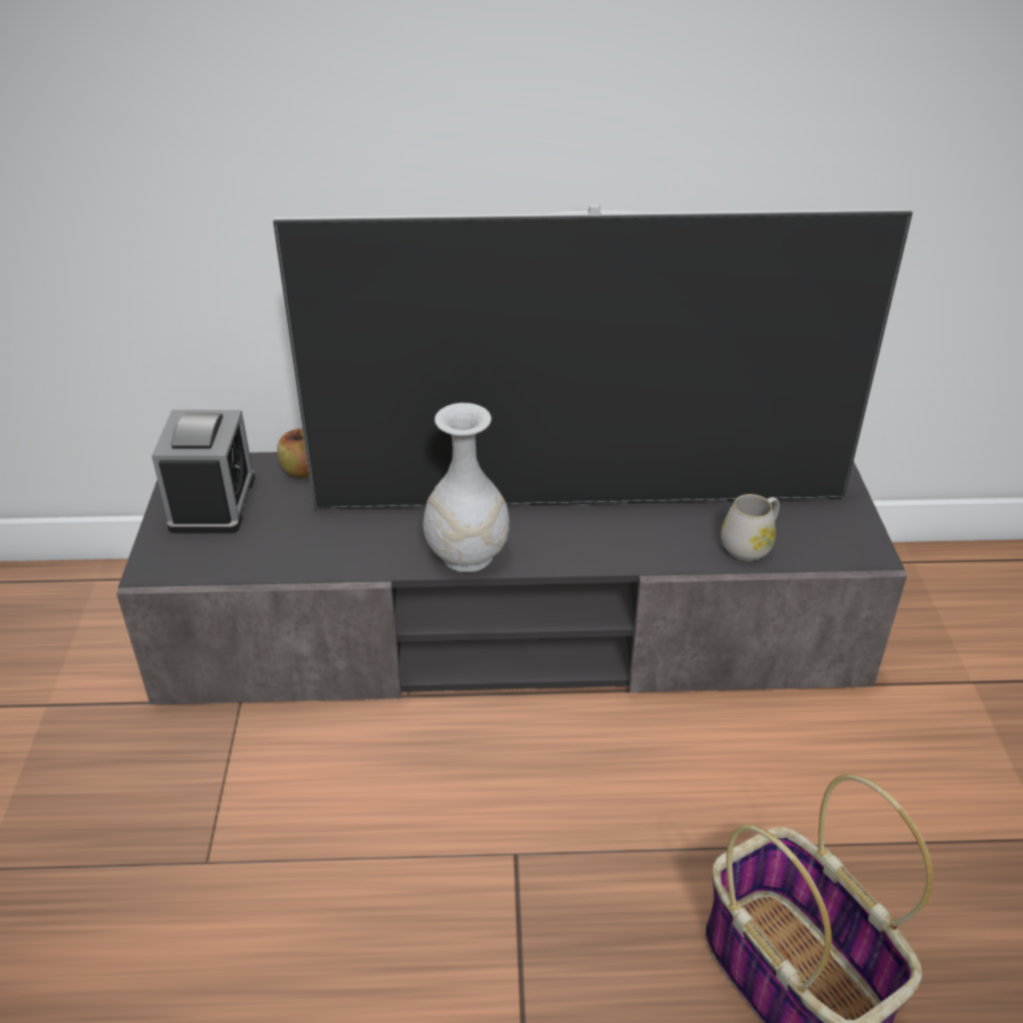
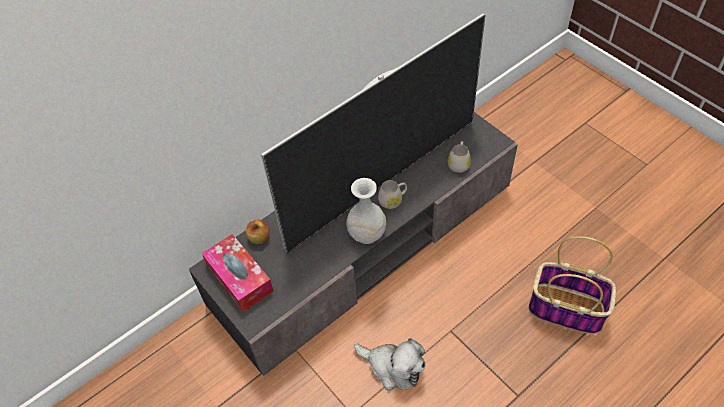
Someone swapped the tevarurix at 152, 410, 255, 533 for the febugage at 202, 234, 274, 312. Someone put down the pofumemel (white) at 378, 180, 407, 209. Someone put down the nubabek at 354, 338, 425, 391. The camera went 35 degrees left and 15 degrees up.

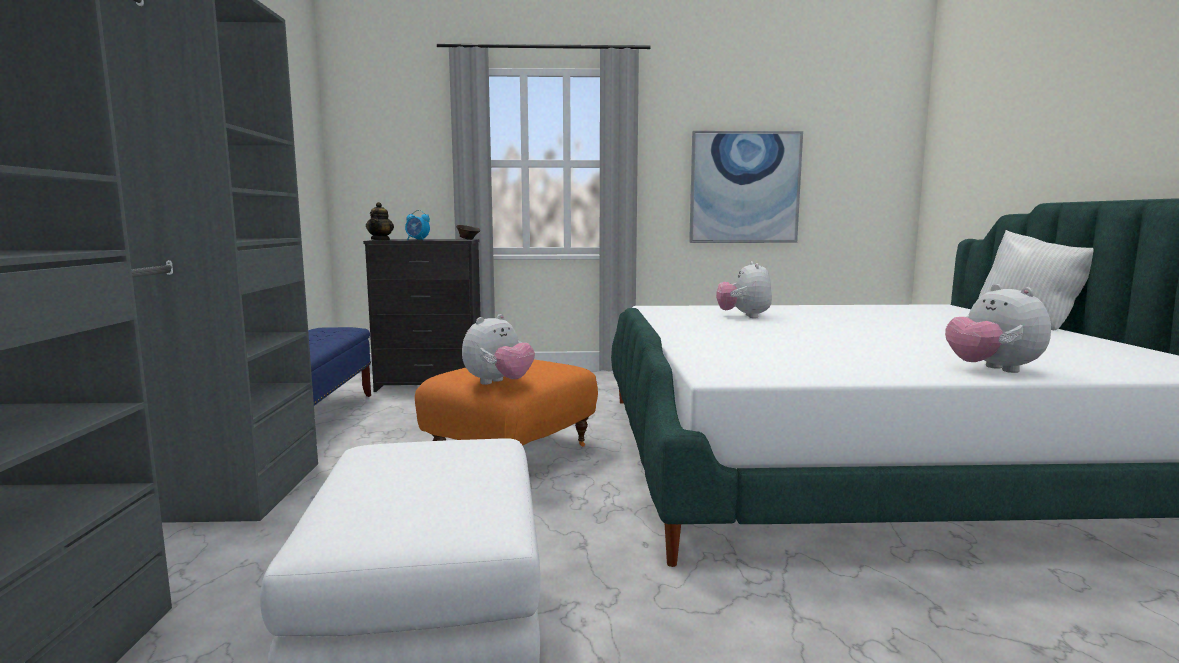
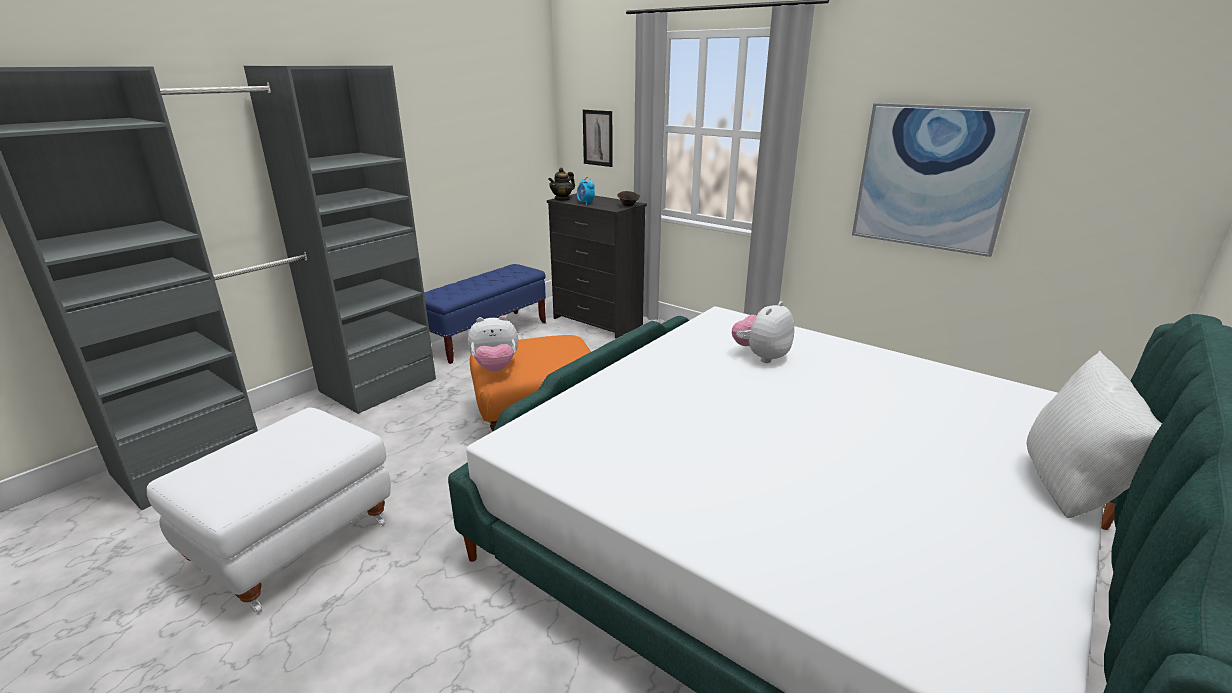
Someone took away the nubabek at 945, 284, 1051, 373. Someone put up the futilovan at 583, 110, 612, 167. The camera went 40 degrees right and 15 degrees up.

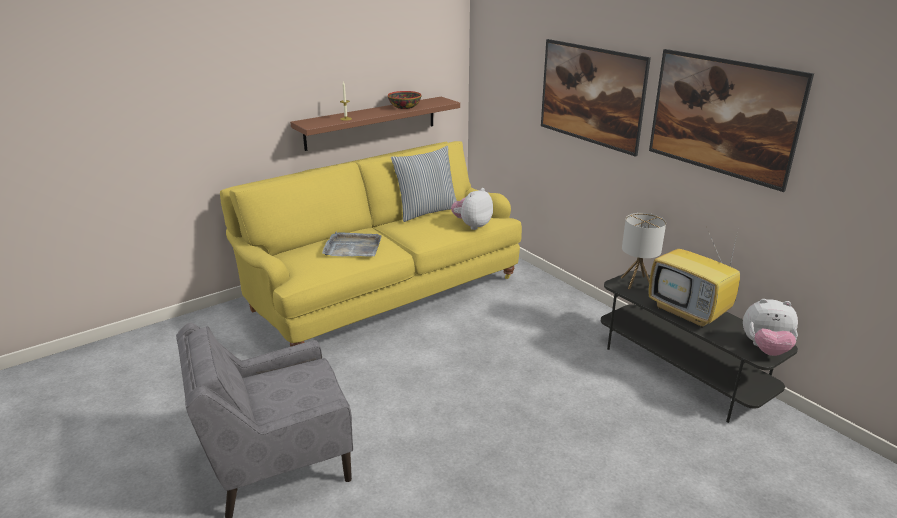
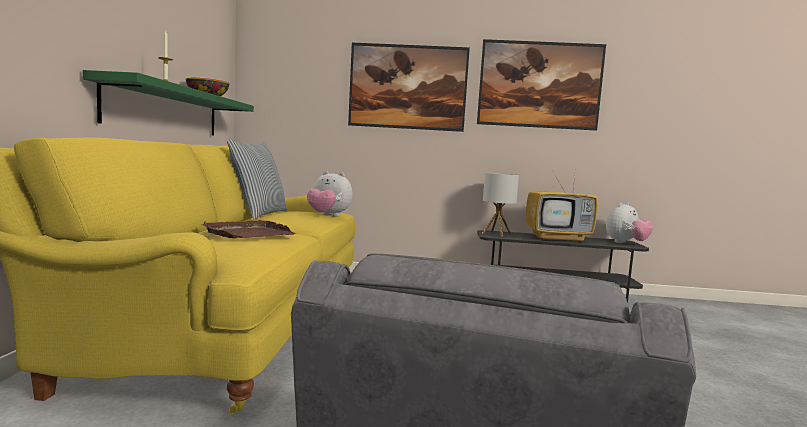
Someone repainted the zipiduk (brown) at 290, 97, 460, 151, which became the zipiduk (green) at 83, 70, 254, 135. Someone rotated the nubabek at 451, 188, 493, 230 by 60 degrees counterclockwise. Someone repainted the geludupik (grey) at 322, 232, 381, 257, which became the geludupik (brown) at 202, 220, 297, 238. The camera went 50 degrees left and 20 degrees down.

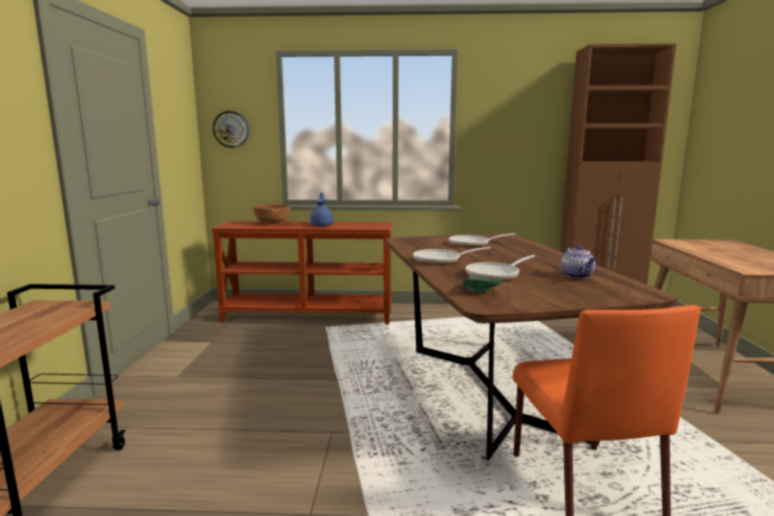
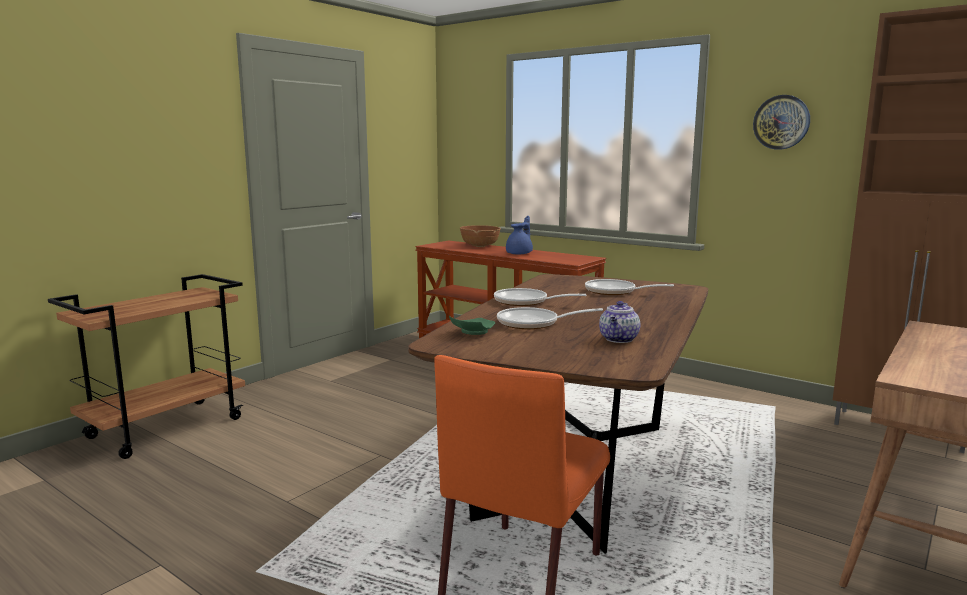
Someone carried the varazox from 213, 111, 249, 148 to 753, 95, 810, 149. The camera went 35 degrees right and 0 degrees up.

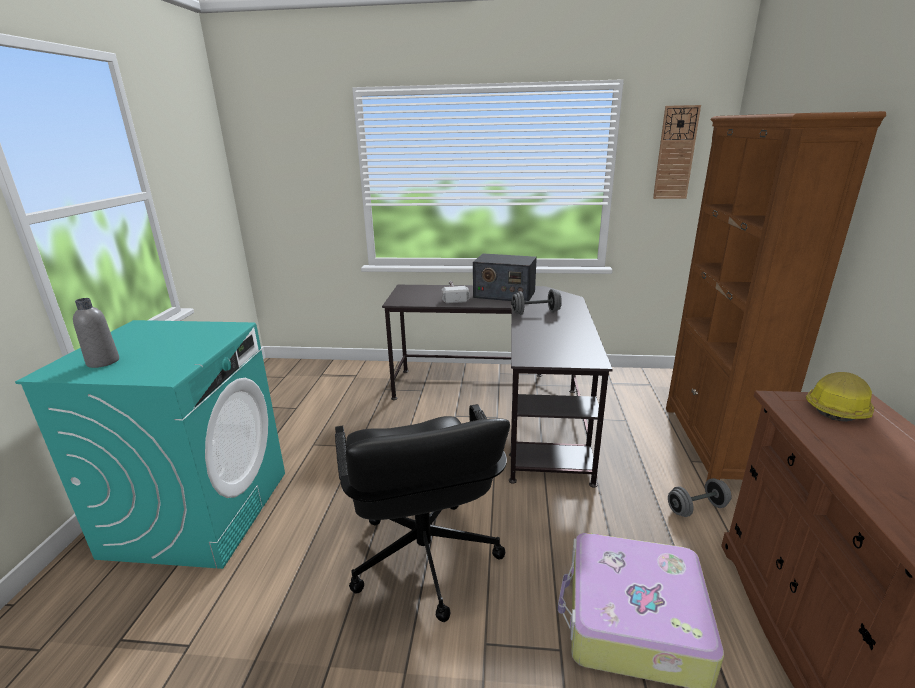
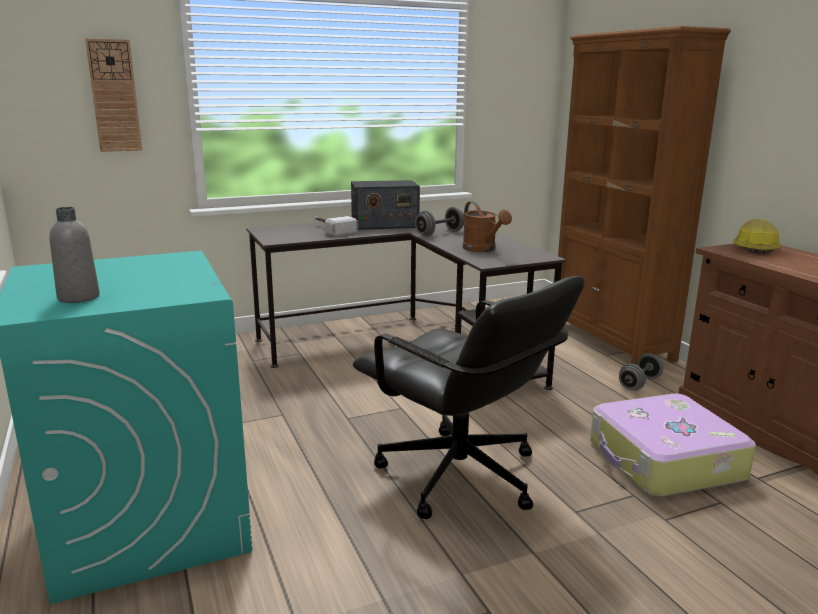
Someone carried the varazox from 653, 105, 701, 199 to 85, 38, 142, 152. Someone put down the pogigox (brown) at 463, 201, 512, 252. The camera went 30 degrees left and 5 degrees down.

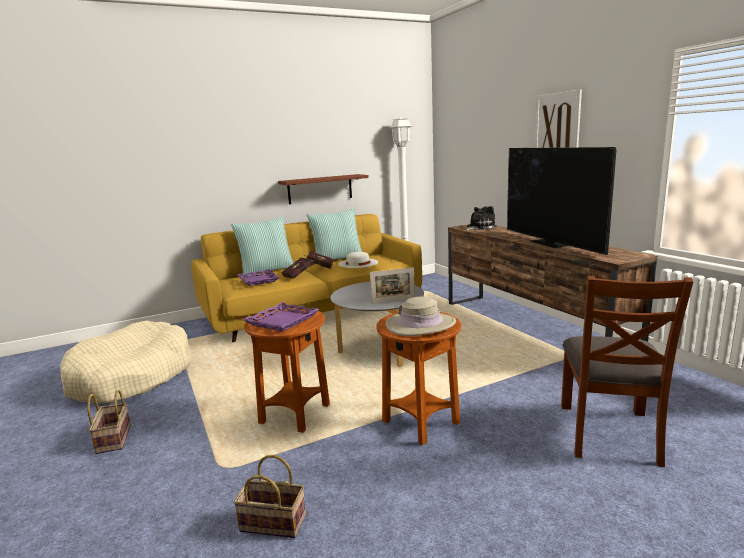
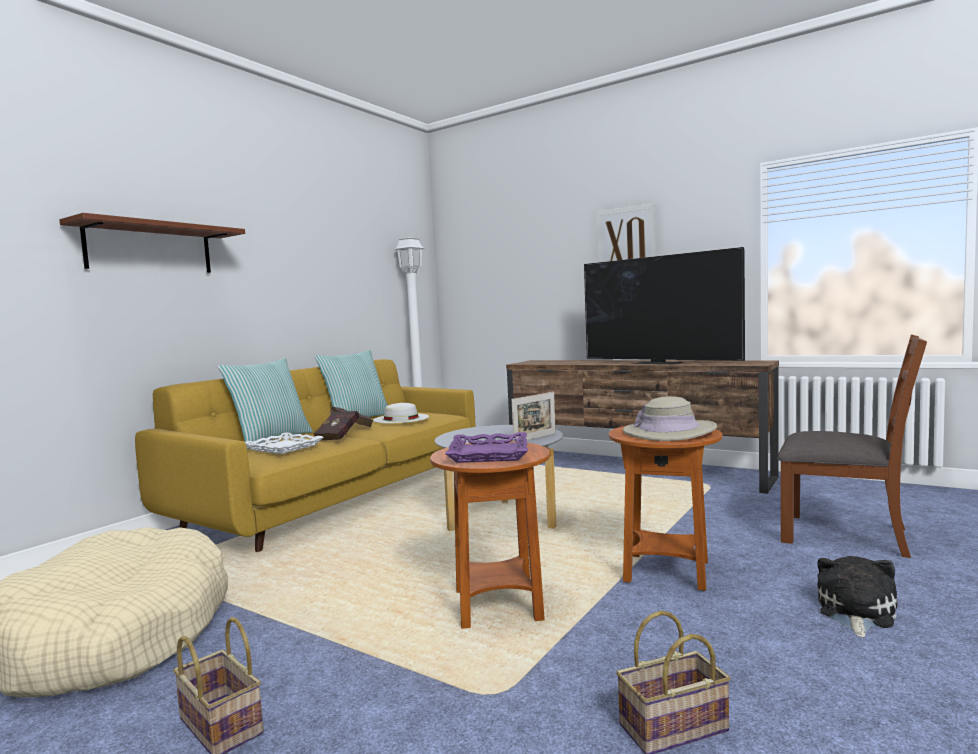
Someone carried the zipiduk (brown) from 278, 174, 369, 204 to 59, 213, 245, 273. Someone carried the nubabek from 466, 206, 497, 230 to 817, 556, 897, 638. Someone repainted the geludupik (purple) at 237, 269, 279, 286, which became the geludupik (white) at 245, 432, 324, 454. Someone rotated the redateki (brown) at 561, 276, 693, 467 by 45 degrees counterclockwise. The camera went 30 degrees left and 10 degrees down.

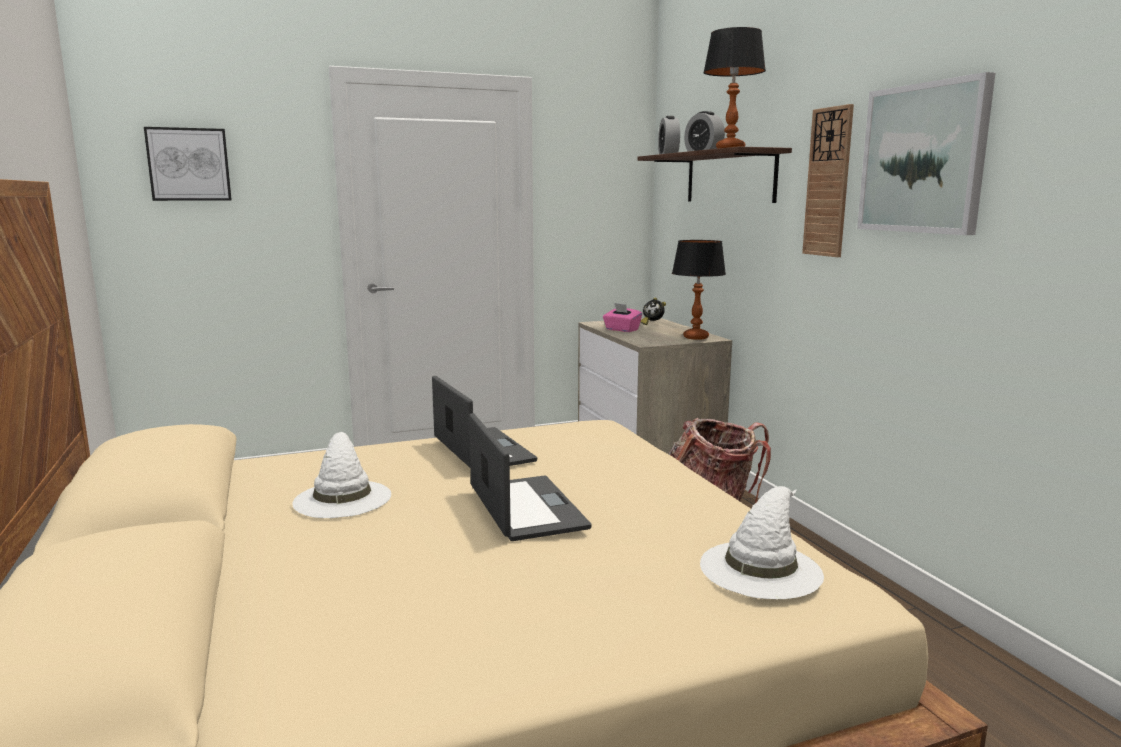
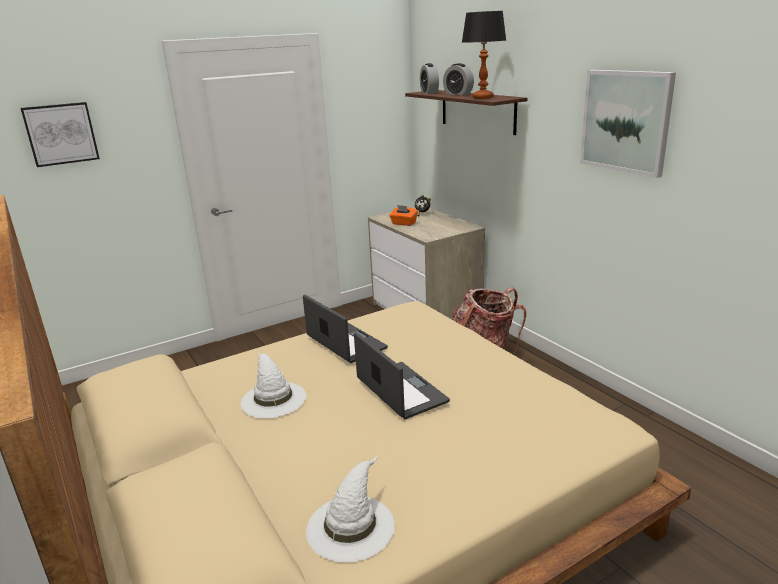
Someone took away the varazox at 802, 104, 854, 257. Someone took away the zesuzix at 672, 240, 726, 340. Someone repainted the febugage (pink) at 603, 303, 642, 332, which became the febugage (orange) at 389, 205, 418, 226. Someone carried the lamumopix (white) from 700, 486, 824, 599 to 306, 455, 395, 563. The camera went 10 degrees left and 10 degrees up.

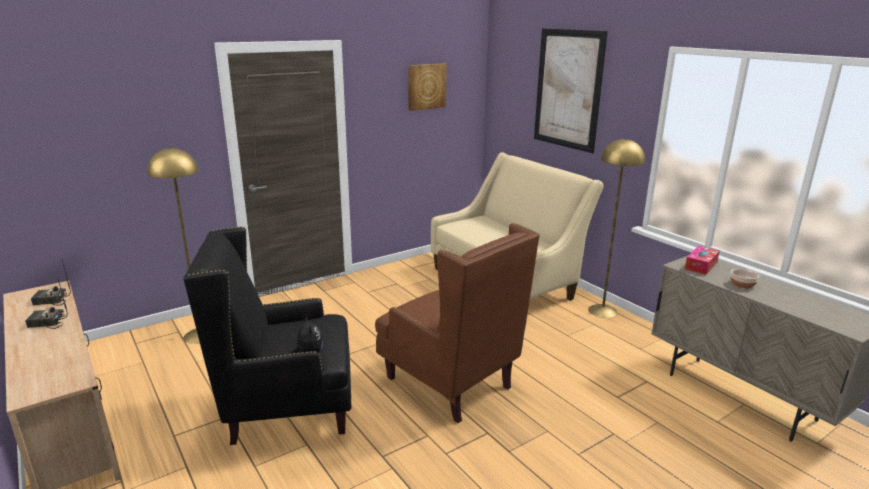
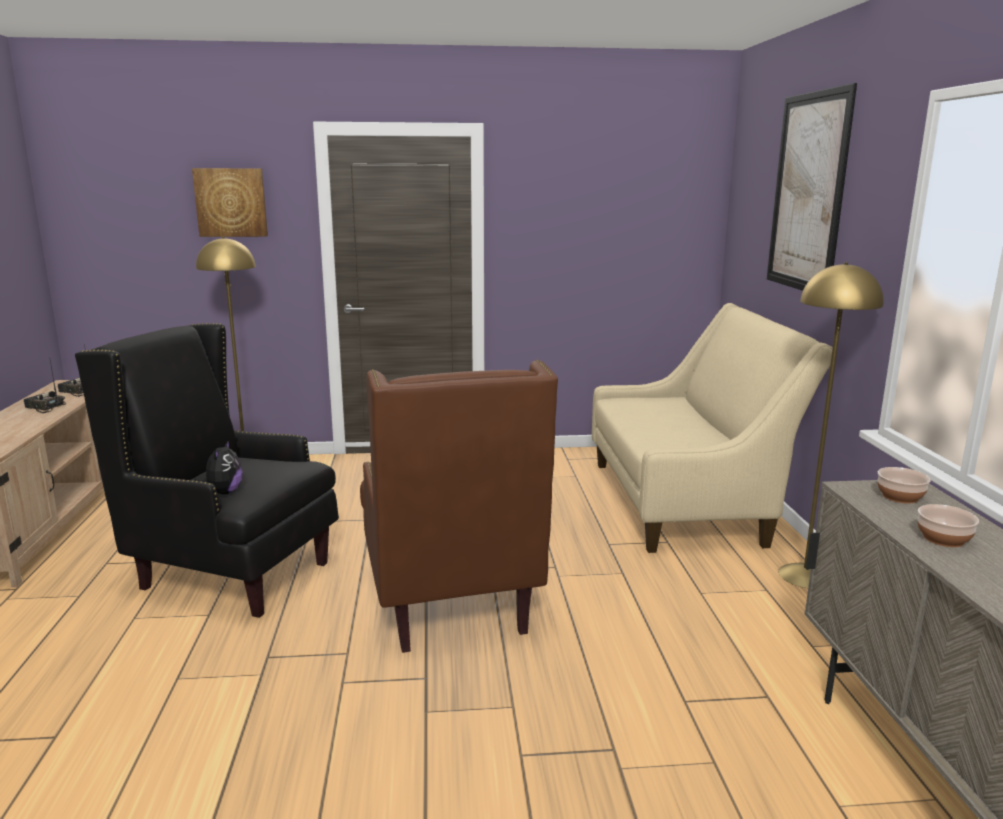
Someone carried the futilovan from 408, 63, 447, 111 to 192, 168, 268, 237. Someone swapped the febugage at 685, 246, 720, 275 for the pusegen at 877, 467, 931, 504. The camera went 30 degrees right and 5 degrees down.

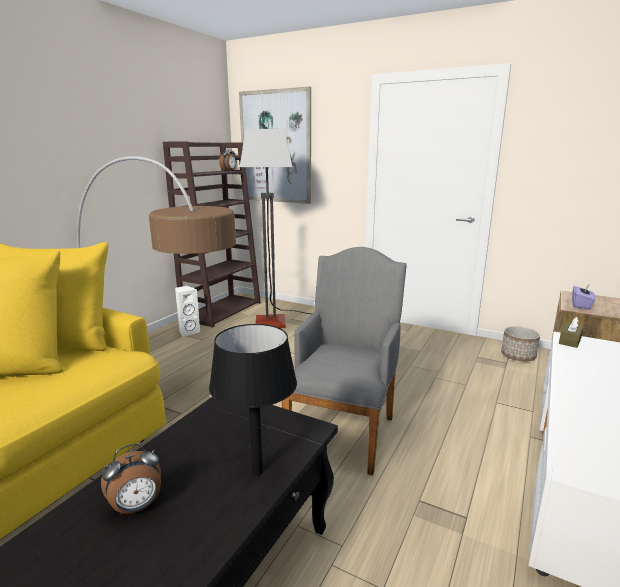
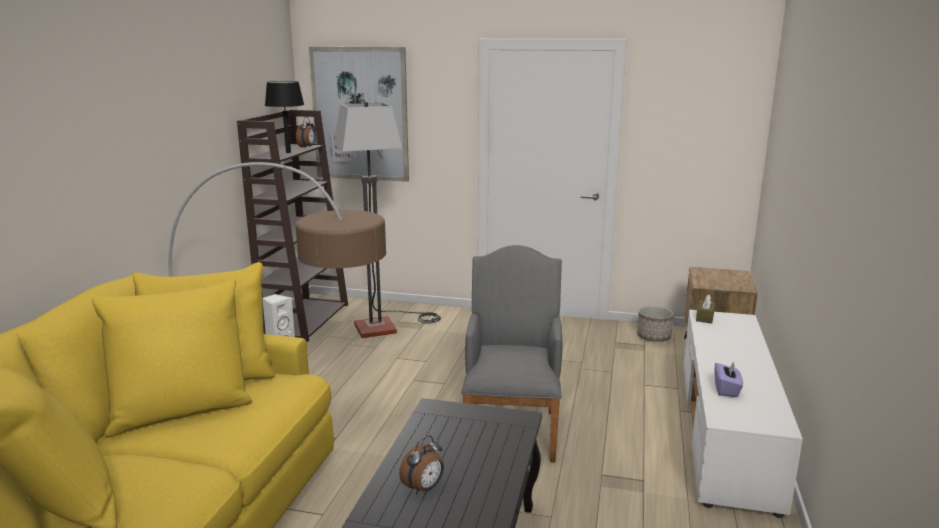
Someone carried the febugage (purple) from 572, 284, 595, 309 to 715, 361, 743, 397. Someone carried the zesuzix (black) from 209, 324, 297, 476 to 265, 81, 304, 153. The camera went 15 degrees left and 0 degrees up.

